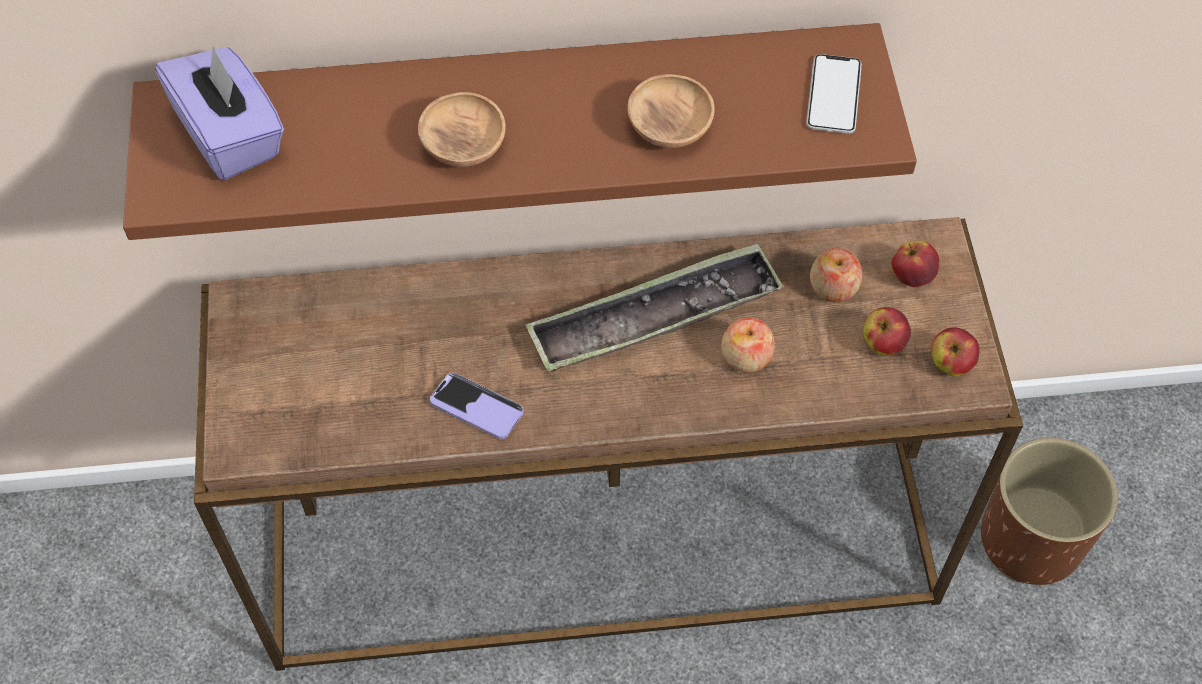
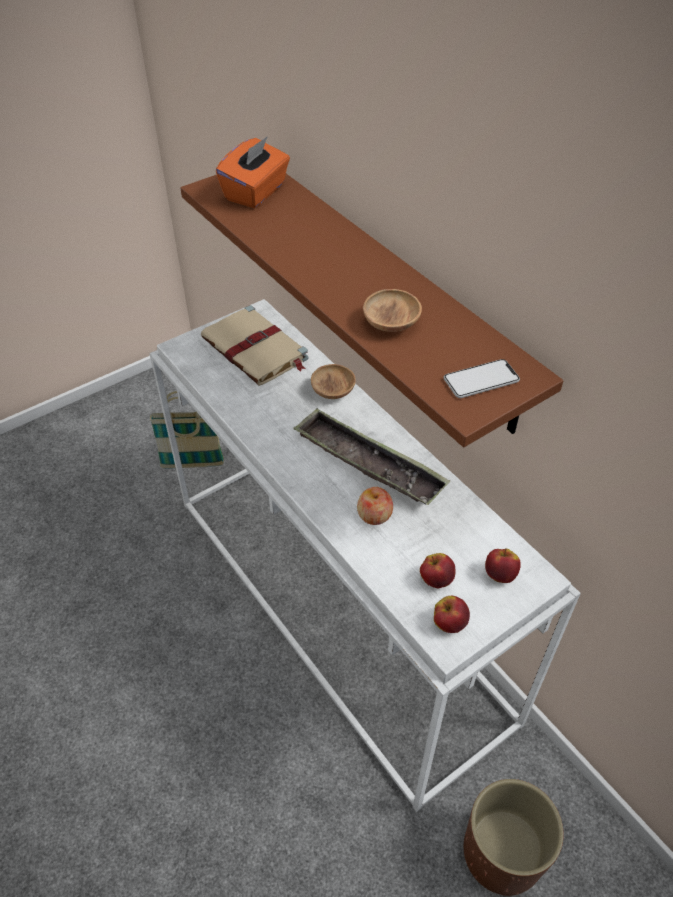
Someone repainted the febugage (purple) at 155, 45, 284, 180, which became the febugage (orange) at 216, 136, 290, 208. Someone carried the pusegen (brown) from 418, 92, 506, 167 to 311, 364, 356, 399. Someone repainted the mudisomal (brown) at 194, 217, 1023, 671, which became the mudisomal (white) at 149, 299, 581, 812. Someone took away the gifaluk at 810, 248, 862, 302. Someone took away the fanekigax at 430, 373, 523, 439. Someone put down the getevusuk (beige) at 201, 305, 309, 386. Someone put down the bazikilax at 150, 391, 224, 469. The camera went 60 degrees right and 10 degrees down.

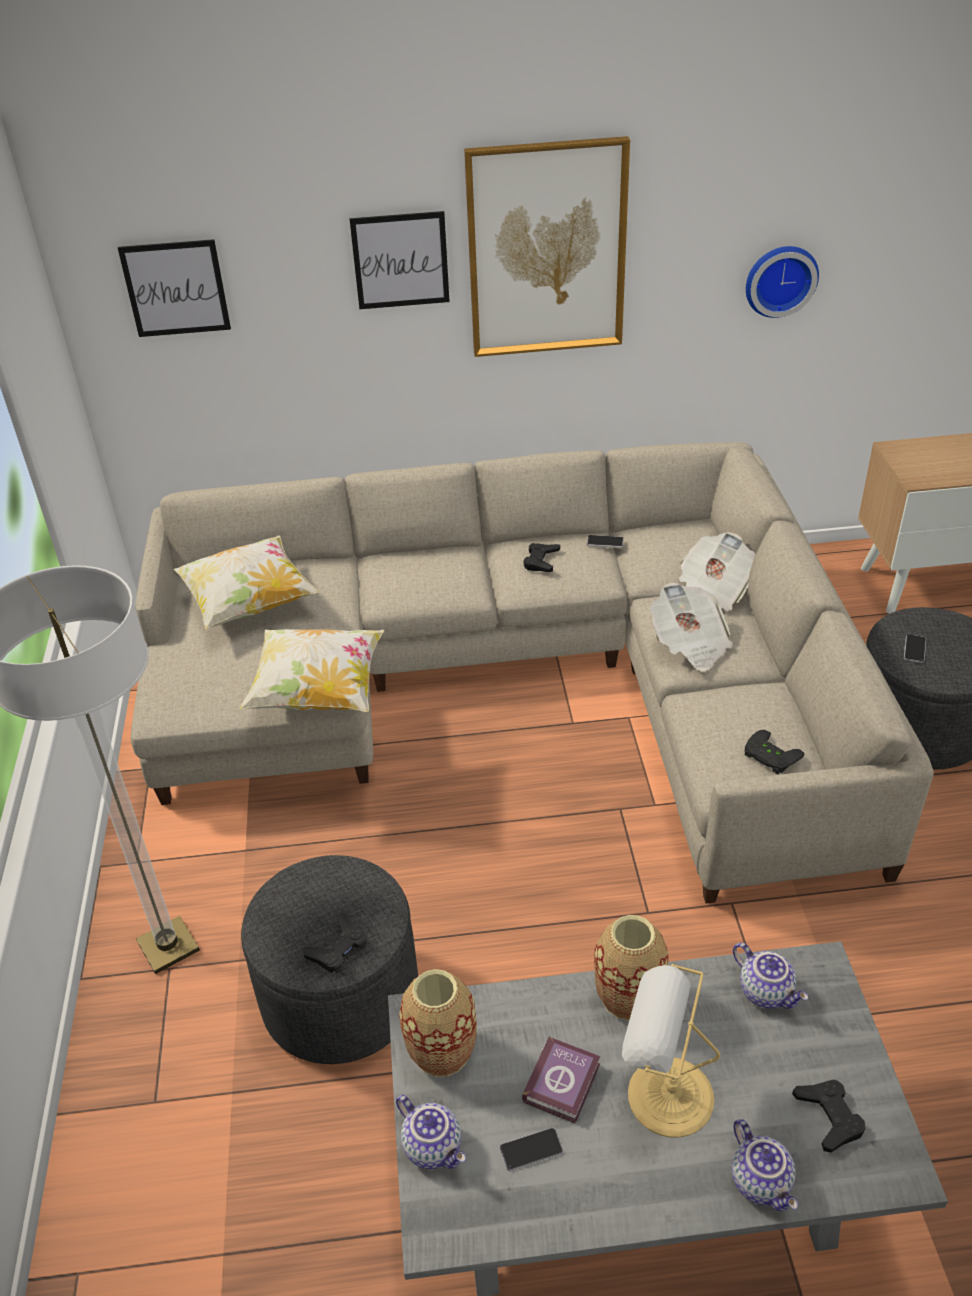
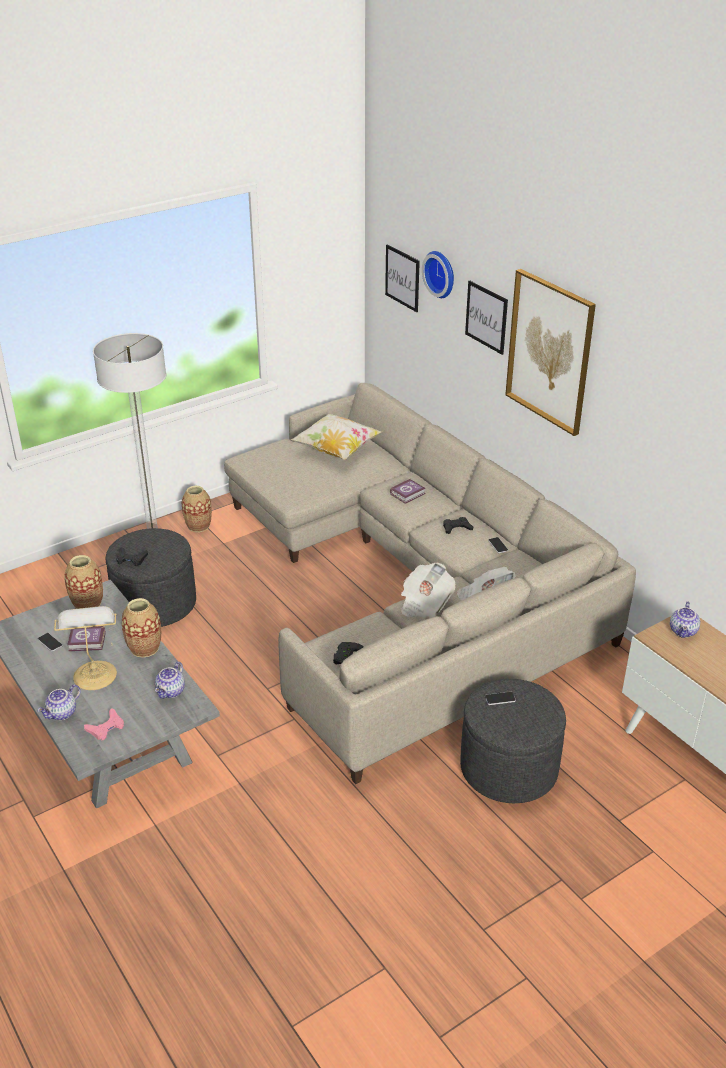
Someone carried the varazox from 746, 246, 819, 318 to 422, 251, 454, 298. Someone took away the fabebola at 239, 629, 384, 712. Someone repainted the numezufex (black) at 792, 1080, 866, 1153, which became the numezufex (pink) at 84, 708, 124, 740. Someone carried the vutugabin from 396, 1095, 466, 1169 to 670, 602, 700, 638. Someone put down the getevusuk at 390, 479, 426, 504. Someone put down the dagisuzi at 182, 486, 212, 532. The camera went 60 degrees right and 5 degrees down.

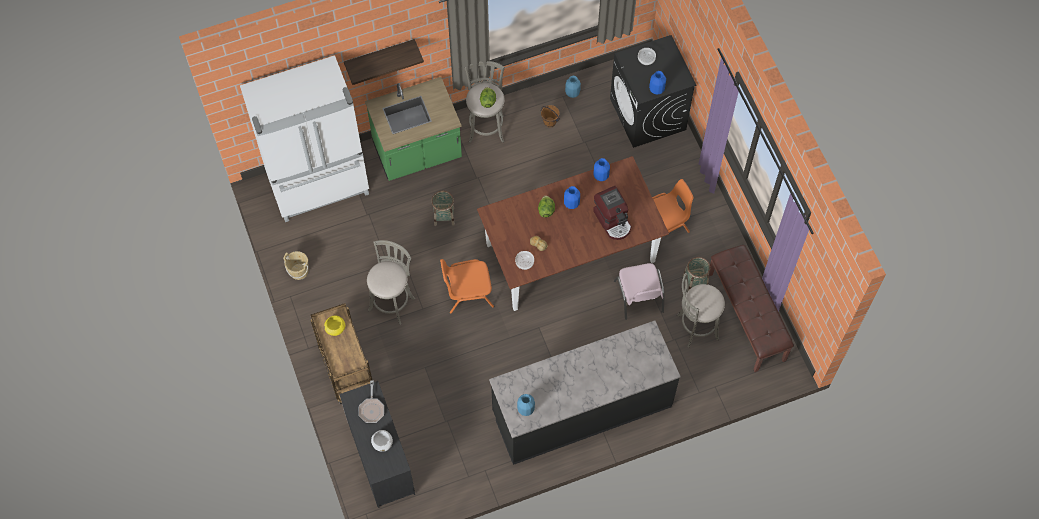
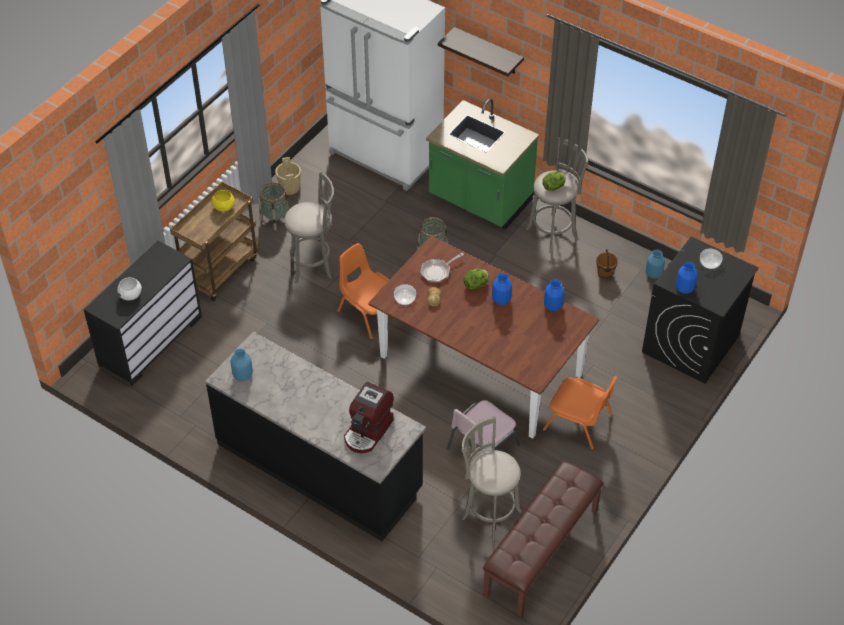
Someone carried the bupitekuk from 593, 186, 632, 240 to 344, 382, 394, 453. Someone carried the bazikilax from 683, 257, 710, 291 to 260, 183, 289, 231. Someone carried the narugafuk from 358, 380, 384, 423 to 420, 253, 464, 282. The camera went 55 degrees right and 15 degrees down.

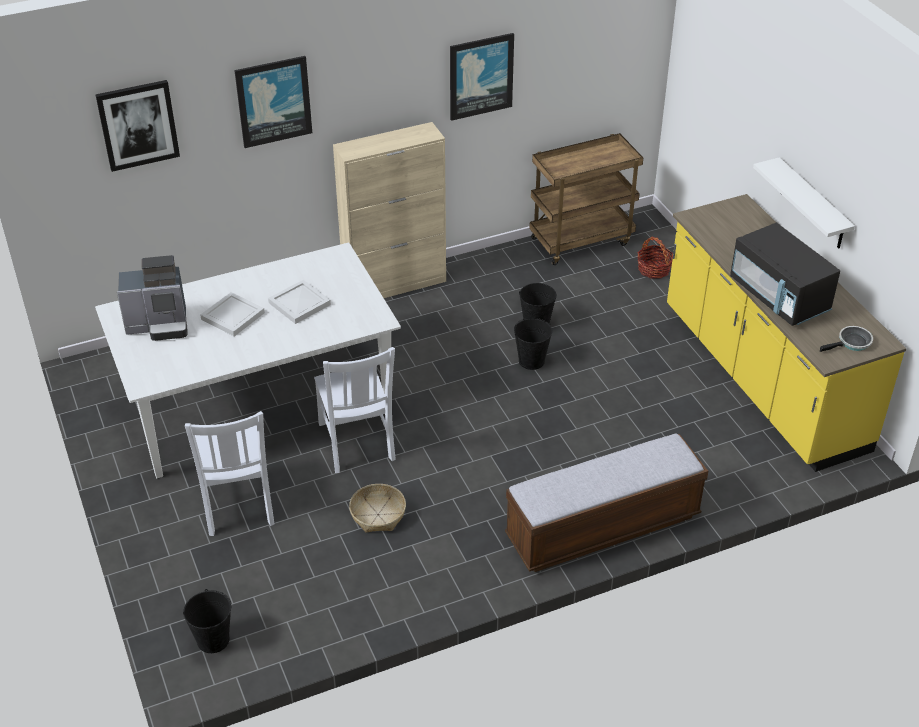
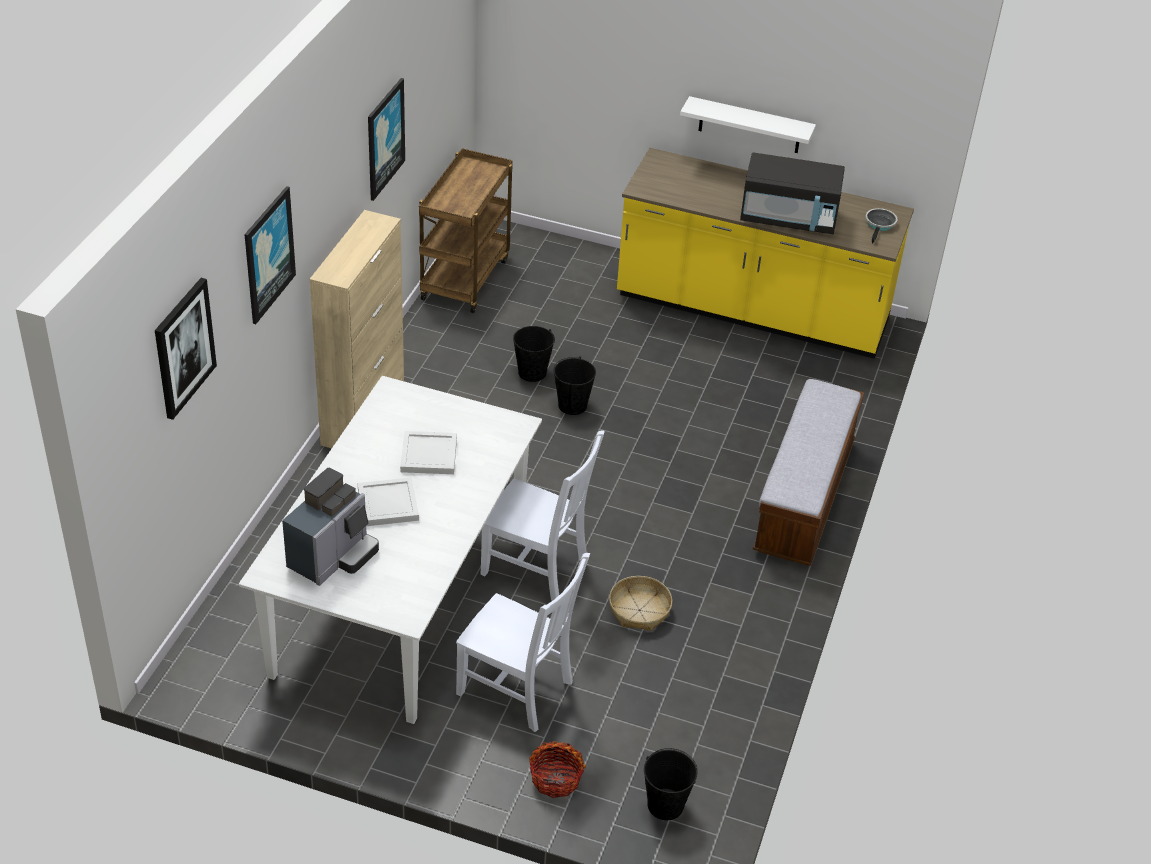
Someone carried the bazikilax from 637, 236, 673, 279 to 529, 741, 586, 798. The camera went 50 degrees left and 0 degrees up.

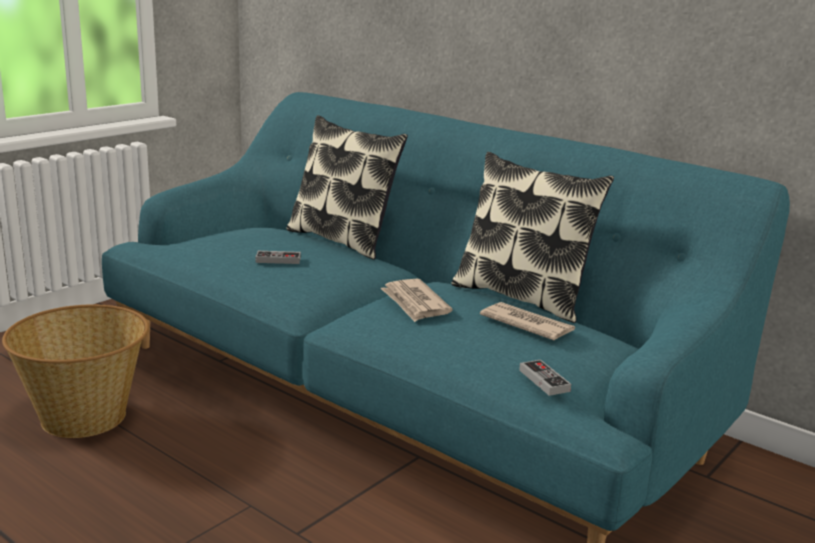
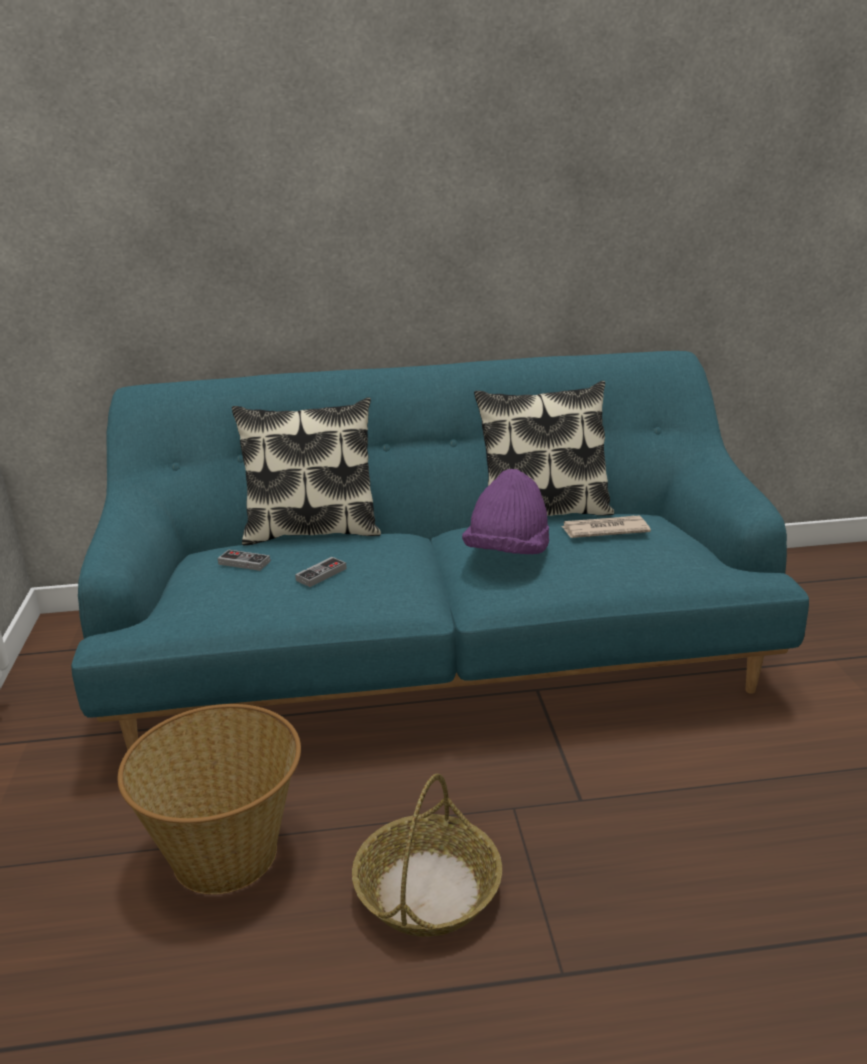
Someone swapped the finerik at 380, 279, 453, 322 for the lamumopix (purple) at 462, 469, 549, 554. Someone carried the numezufex from 519, 360, 571, 396 to 218, 549, 270, 571. Someone put down the bazikilax at 352, 774, 502, 937. The camera went 45 degrees left and 5 degrees up.

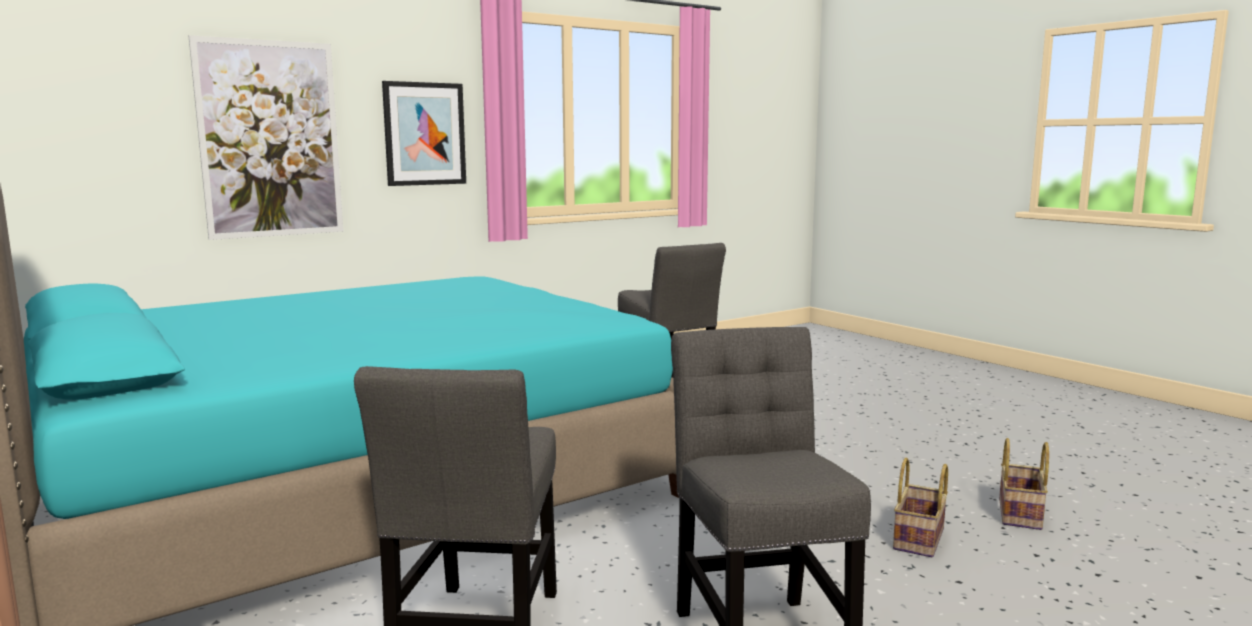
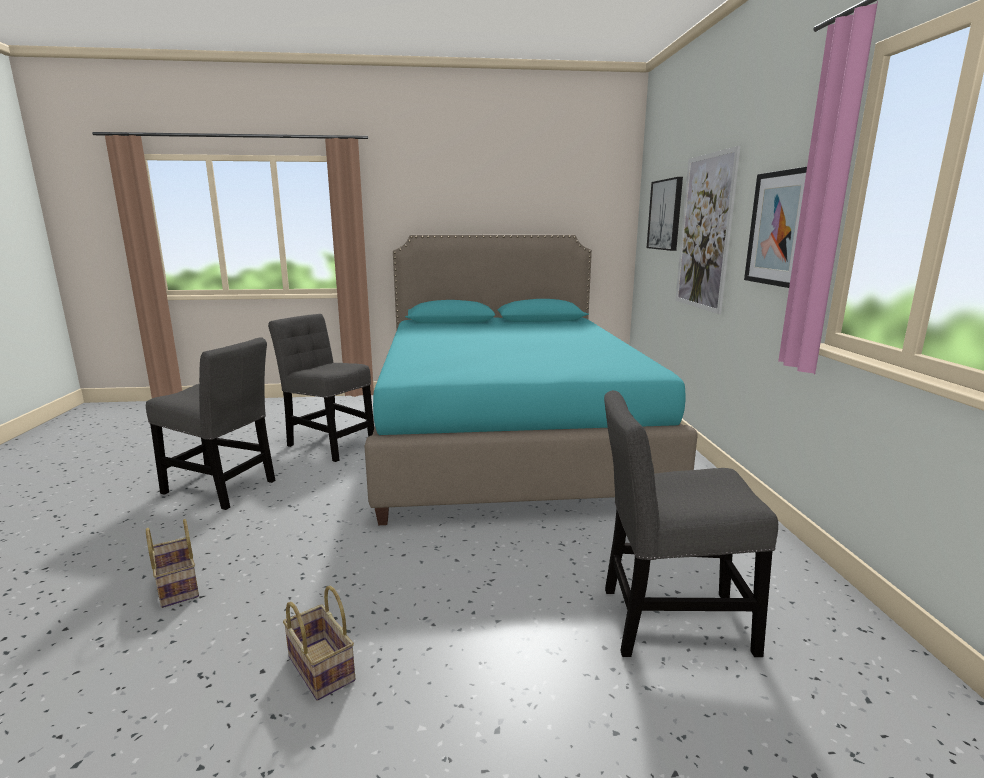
Someone carried the bazikilax from 999, 438, 1049, 530 to 283, 586, 355, 701. Someone put up the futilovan at 647, 177, 683, 251. The camera went 120 degrees right and 5 degrees up.

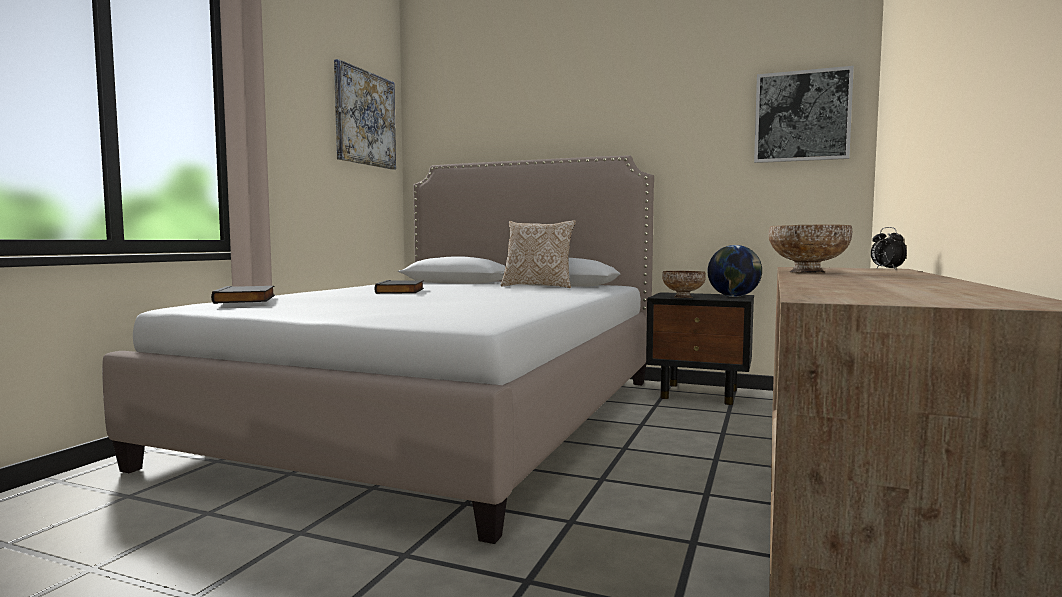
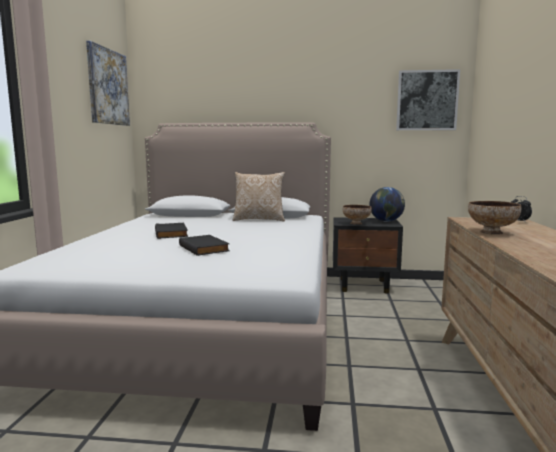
Someone carried the getevusuk (black) from 211, 286, 275, 304 to 179, 235, 230, 256. The camera went 15 degrees left and 5 degrees up.

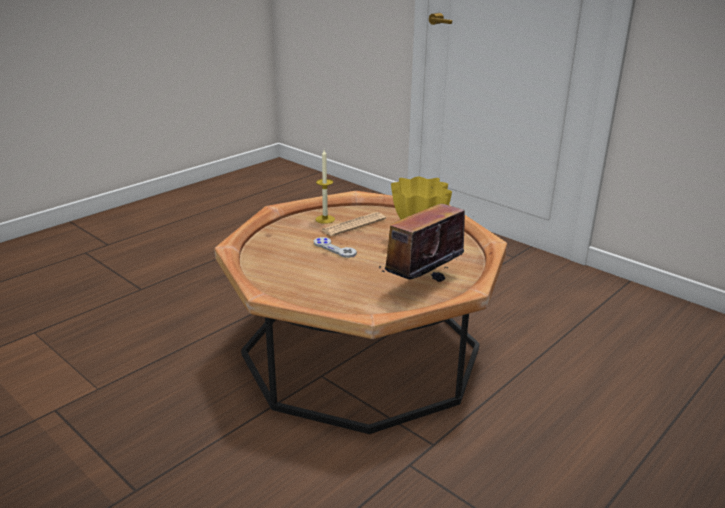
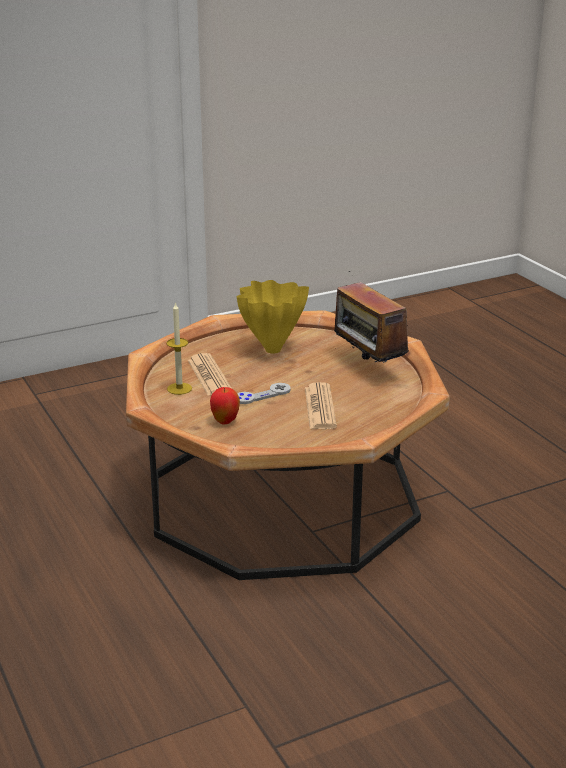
Someone put down the finerik at 305, 382, 337, 429. Someone put down the gifaluk at 210, 387, 240, 425. The camera went 70 degrees left and 0 degrees up.

